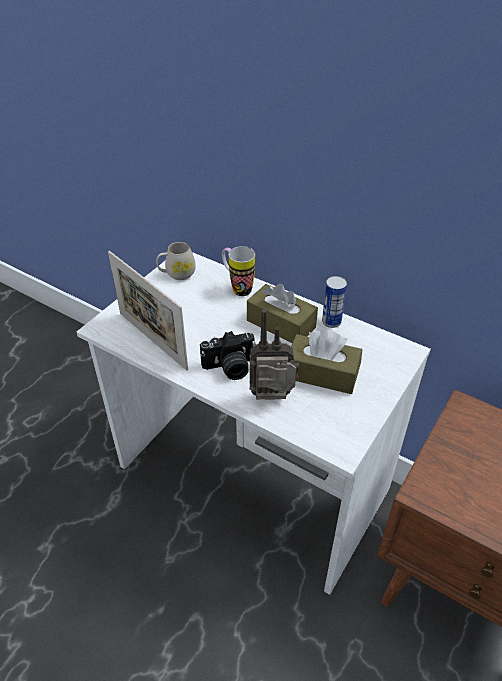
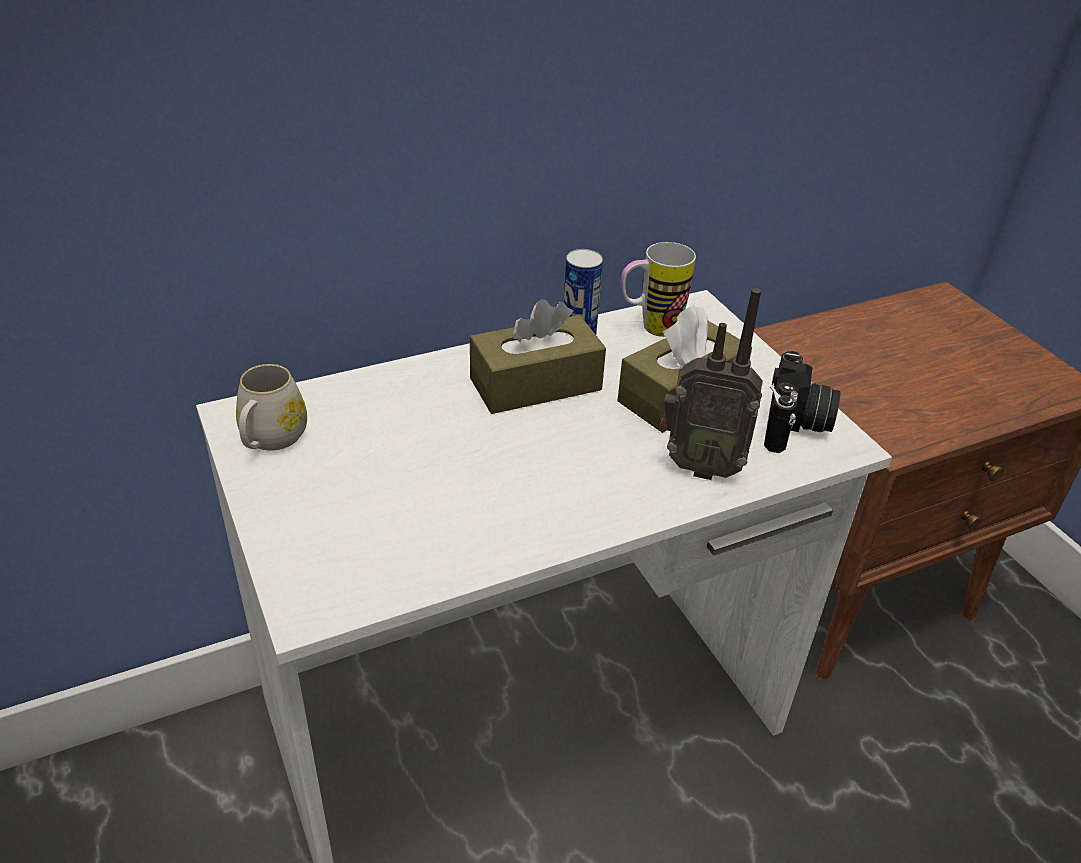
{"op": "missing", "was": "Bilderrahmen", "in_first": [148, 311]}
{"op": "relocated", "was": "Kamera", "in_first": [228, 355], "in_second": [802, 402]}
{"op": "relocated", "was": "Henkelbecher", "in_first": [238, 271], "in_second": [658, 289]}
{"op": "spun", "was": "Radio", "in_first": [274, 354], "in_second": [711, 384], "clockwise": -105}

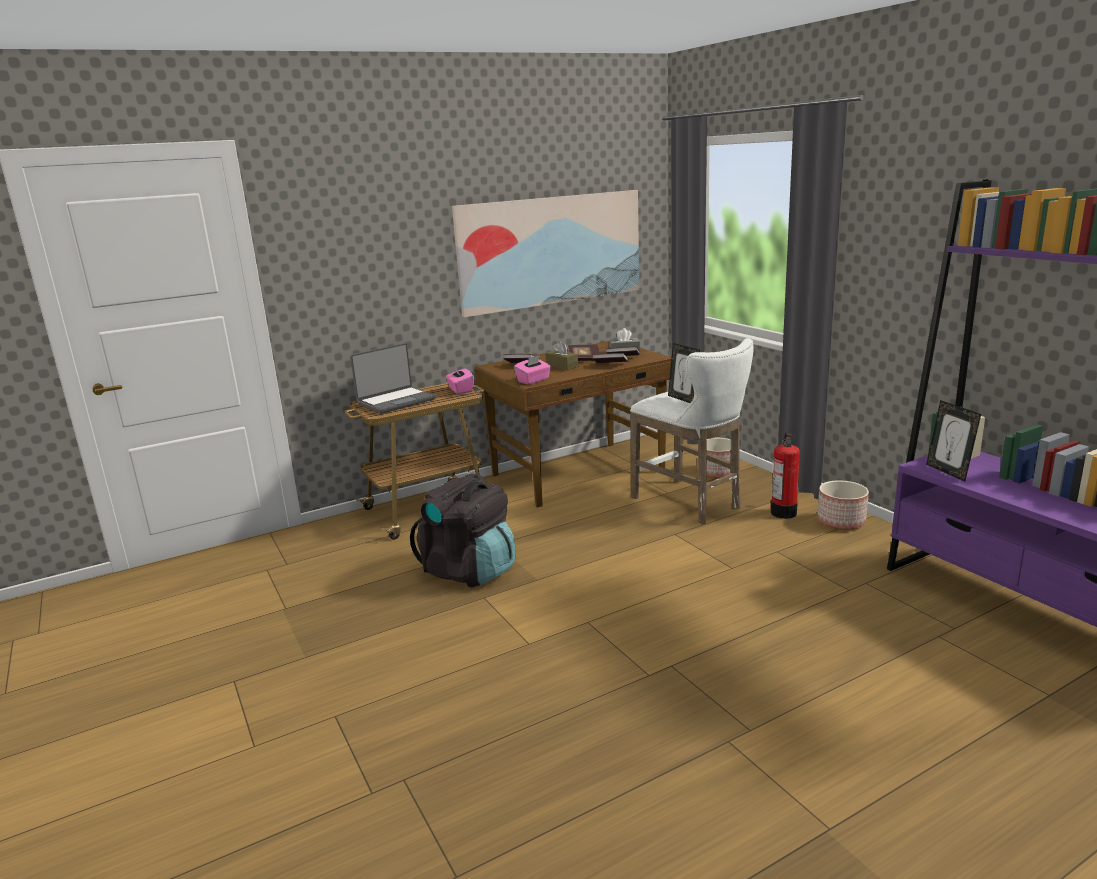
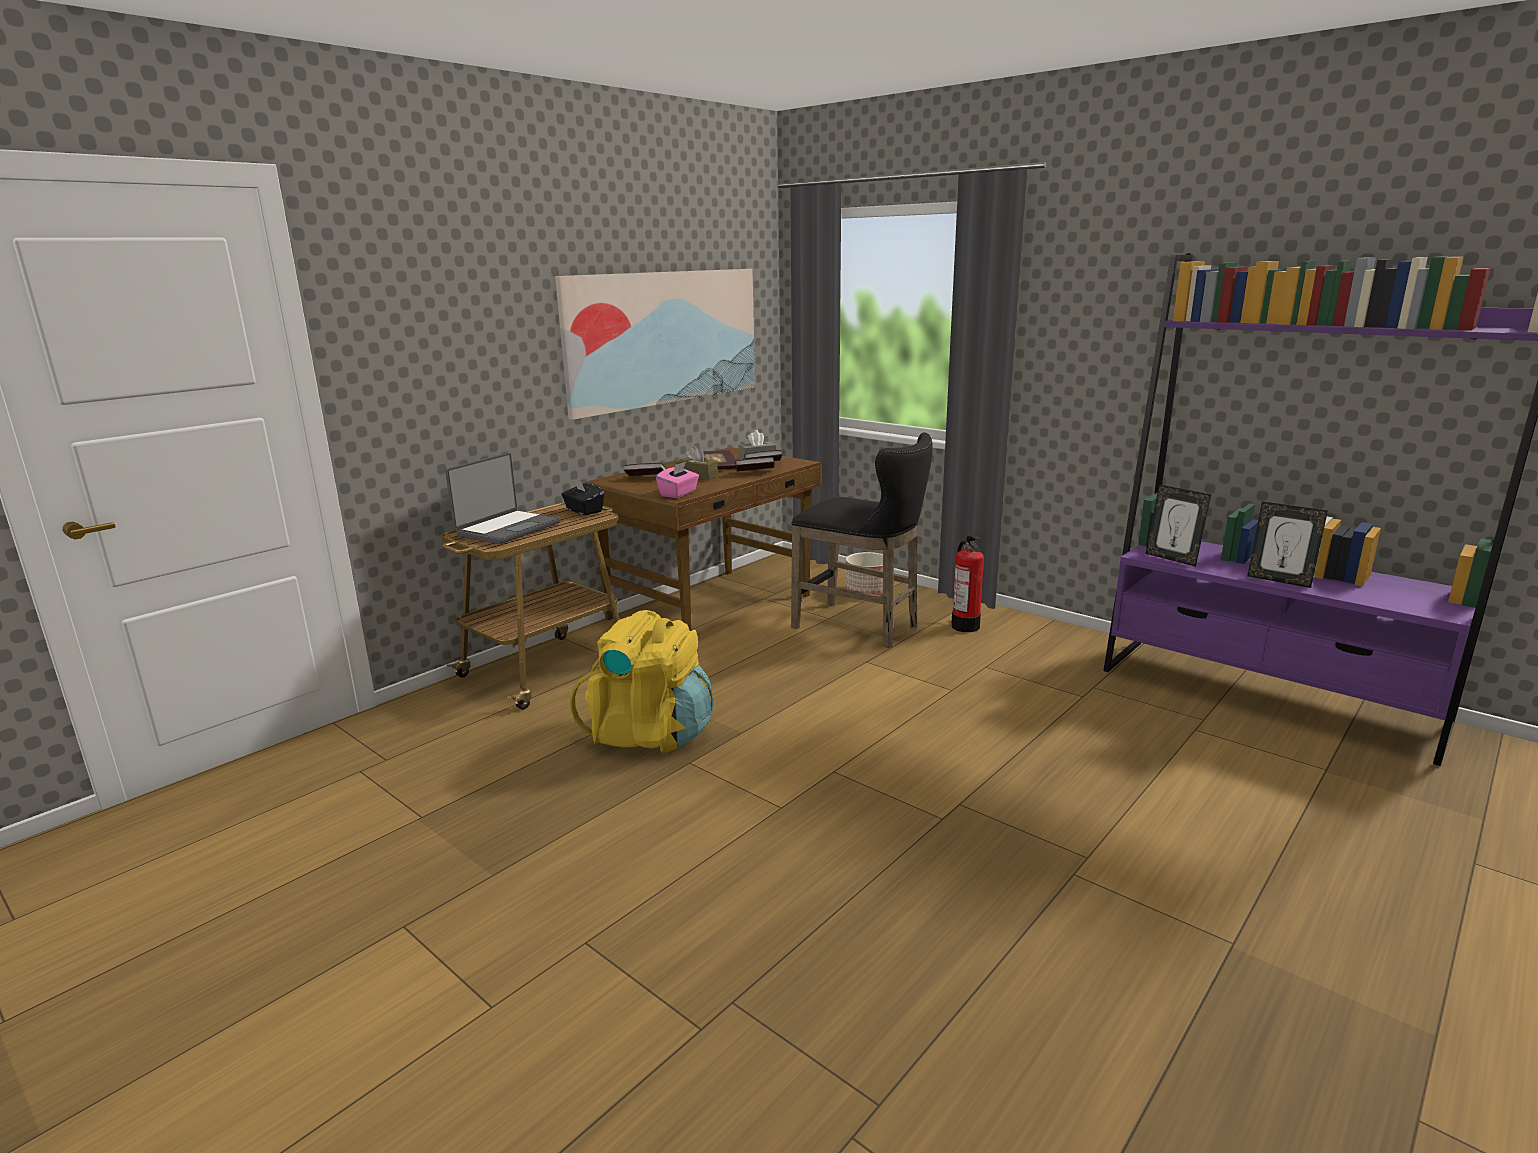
{"op": "colour", "was": "Rucksack/schwarz", "now": "Rucksack/gelb", "in_first": [463, 530], "in_second": [641, 681]}
{"op": "colour", "was": "Taschentuchbox/rosa", "now": "Taschentuchbox/schwarz", "in_first": [460, 380], "in_second": [582, 497]}
{"op": "colour", "was": "Hocker/weiß", "now": "Hocker/schwarz", "in_first": [691, 431], "in_second": [862, 540]}
{"op": "relocated", "was": "Bilderrahmen", "in_first": [684, 373], "in_second": [1287, 544]}
{"op": "missing", "was": "Pflanzkübel", "in_first": [843, 505]}

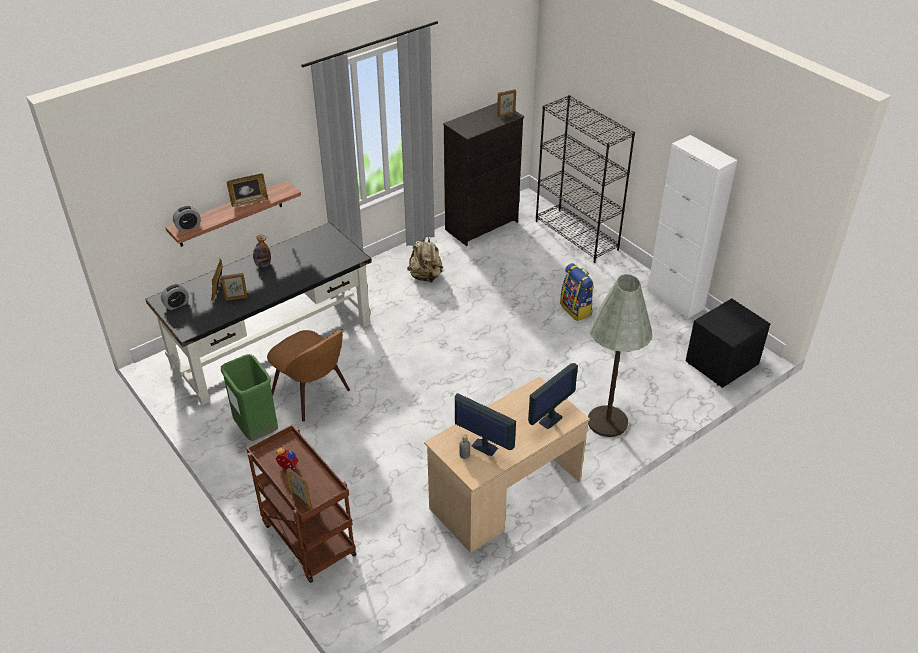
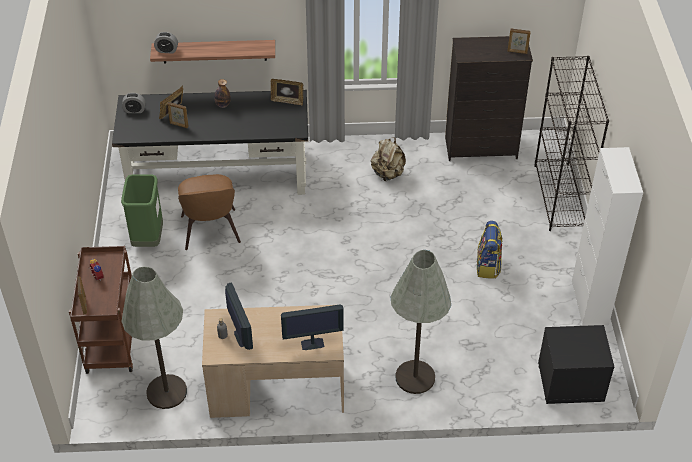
{"op": "relocated", "was": "Bilderrahmen", "in_first": [247, 190], "in_second": [287, 92]}
{"op": "appeared", "now": "Stehlampe/grau", "in_second": [154, 338]}

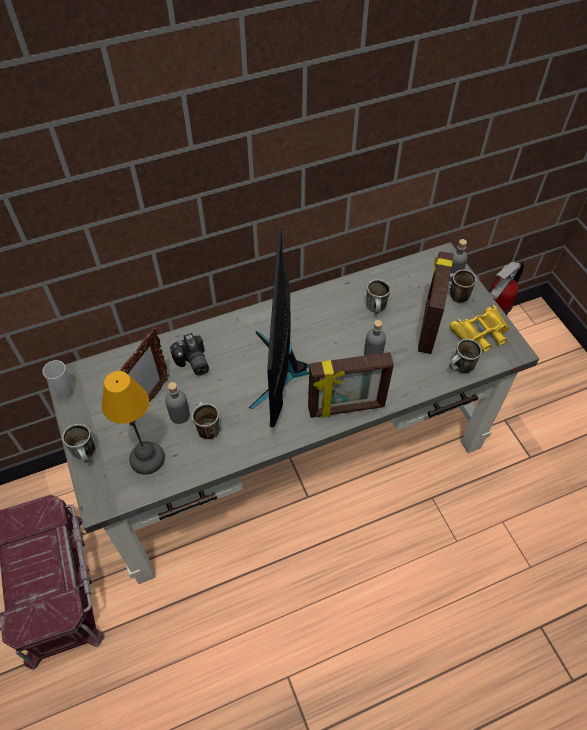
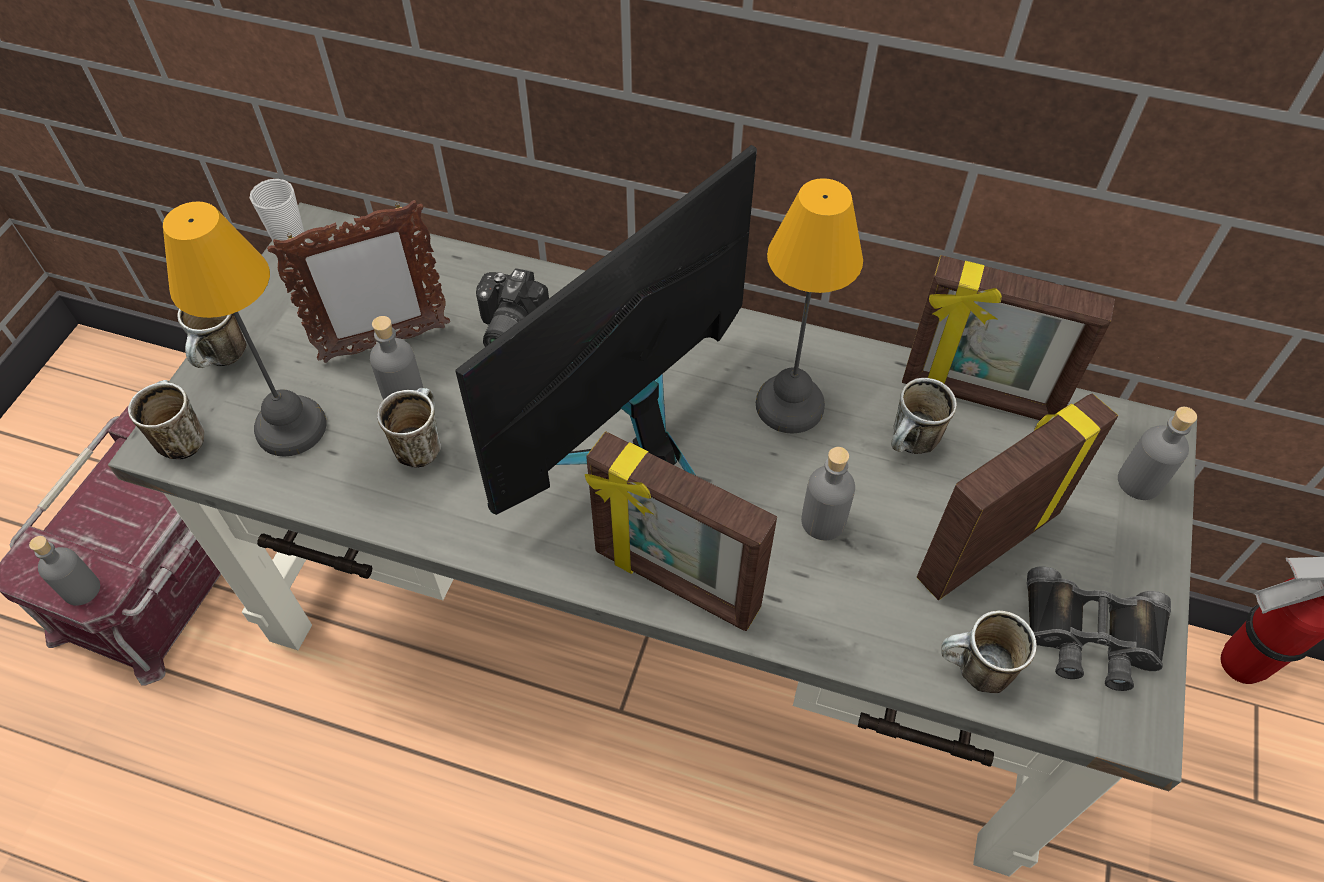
{"op": "relocated", "was": "Henkelbecher", "in_first": [462, 286], "in_second": [166, 420]}
{"op": "colour", "was": "Fernglas/gelb", "now": "Fernglas/schwarz", "in_first": [479, 328], "in_second": [1099, 629]}
{"op": "appeared", "now": "Flasche/grau", "in_second": [64, 571]}
{"op": "appeared", "now": "Tischlampe", "in_second": [809, 306]}
{"op": "appeared", "now": "Bilderrahmen", "in_second": [1008, 337]}

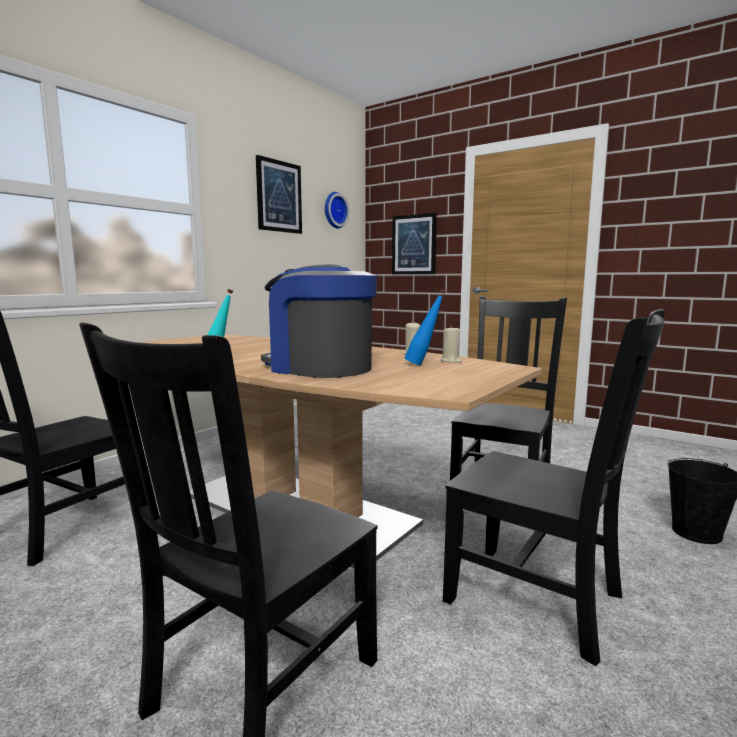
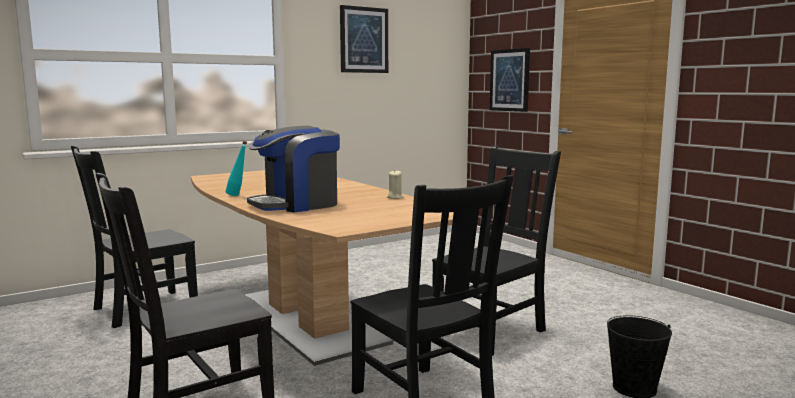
{"op": "spun", "was": "Kaffeemaschine", "in_first": [319, 321], "in_second": [293, 169], "clockwise": -90}
{"op": "missing", "was": "Wanduhr", "in_first": [337, 210]}
{"op": "missing", "was": "Flasche/blau", "in_first": [425, 327]}
{"op": "missing", "was": "Kerze/beige", "in_first": [451, 345]}

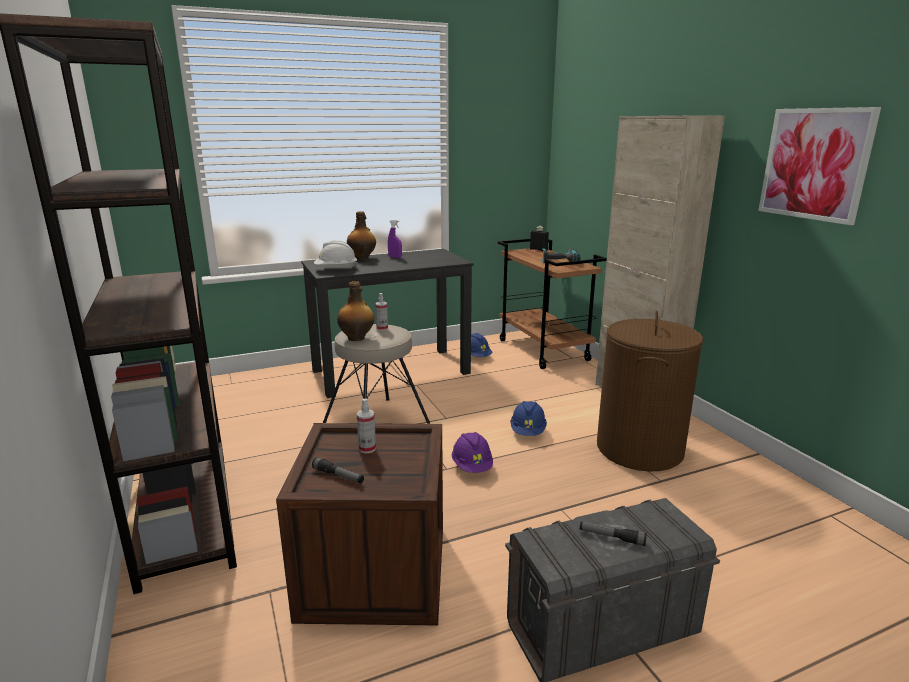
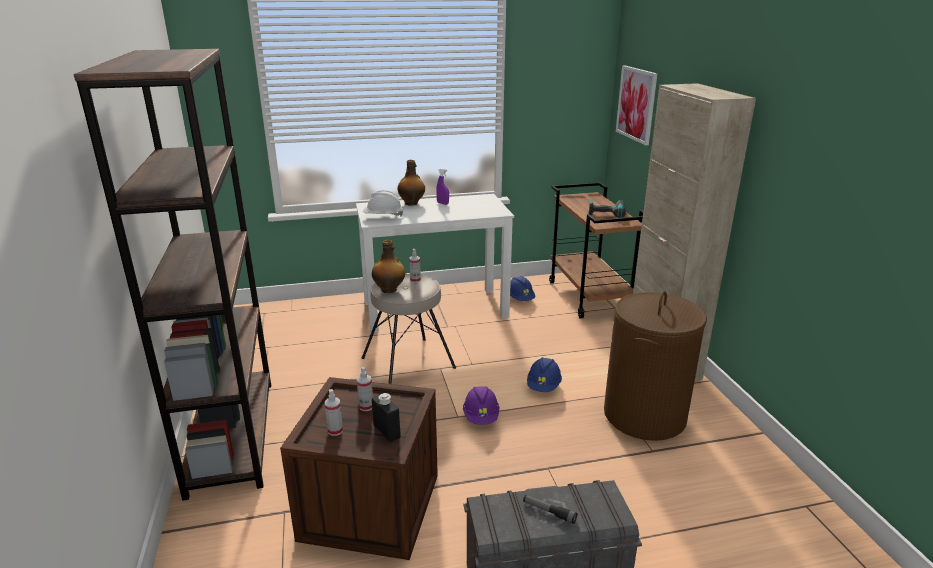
{"op": "colour", "was": "Schreibtisch/schwarz", "now": "Schreibtisch/weiß", "in_first": [387, 323], "in_second": [435, 263]}
{"op": "exchanged", "was": "Taschenlampe", "now": "Sprühflasche", "in_first": [338, 470], "in_second": [334, 412]}
{"op": "relocated", "was": "Flasche/schwarz", "in_first": [539, 238], "in_second": [386, 417]}
{"op": "relocated", "was": "Bild", "in_first": [819, 166], "in_second": [636, 105]}

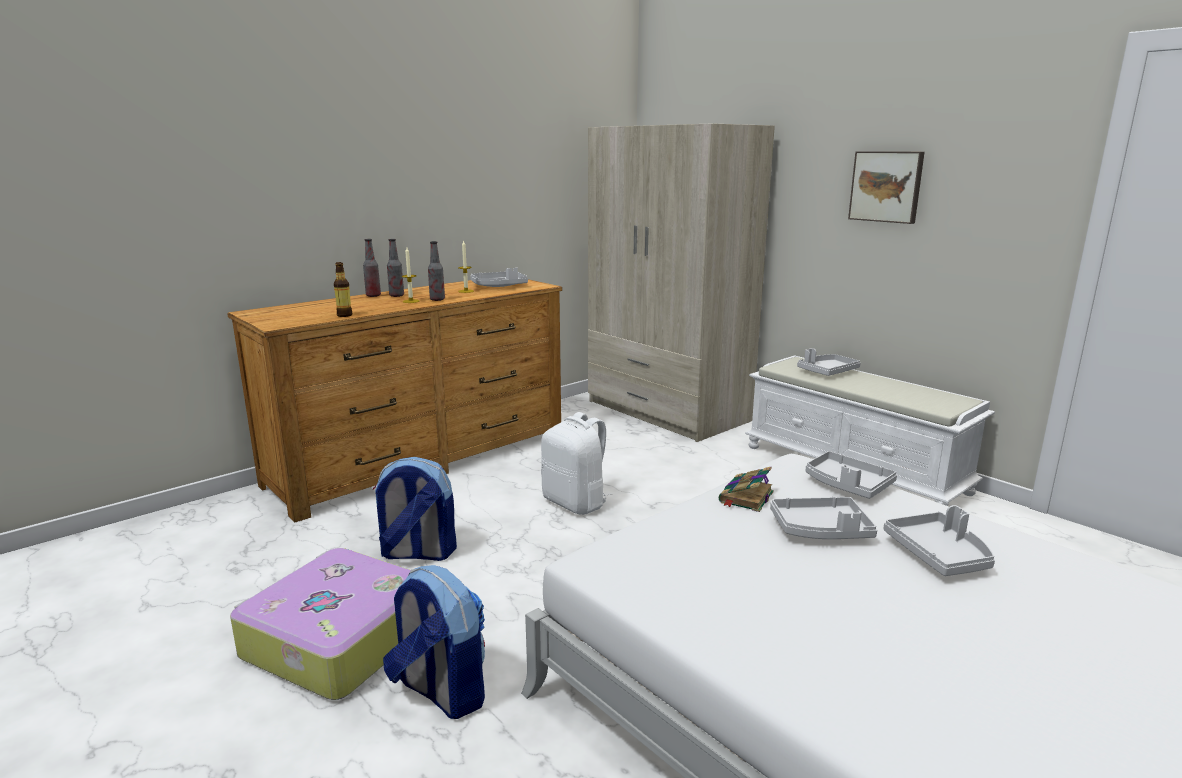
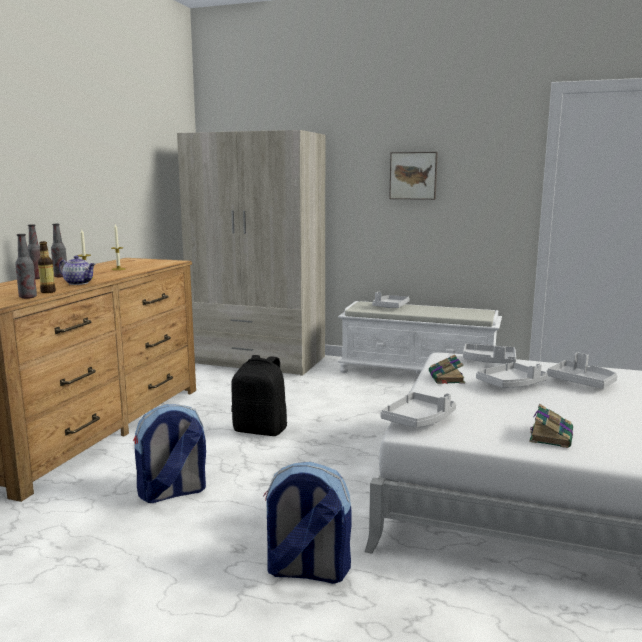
{"op": "missing", "was": "Koffer", "in_first": [320, 624]}
{"op": "relocated", "was": "Flasche", "in_first": [436, 271], "in_second": [26, 266]}
{"op": "relocated", "was": "Tablett/grau", "in_first": [499, 277], "in_second": [418, 410]}
{"op": "colour", "was": "Rucksack/weiß", "now": "Rucksack/schwarz", "in_first": [576, 463], "in_second": [259, 395]}
{"op": "appeared", "now": "Teekanne", "in_second": [77, 270]}
{"op": "appeared", "now": "Buch", "in_second": [551, 426]}

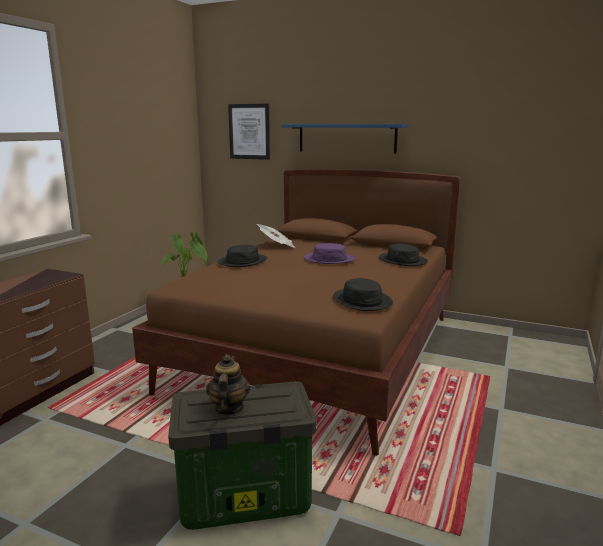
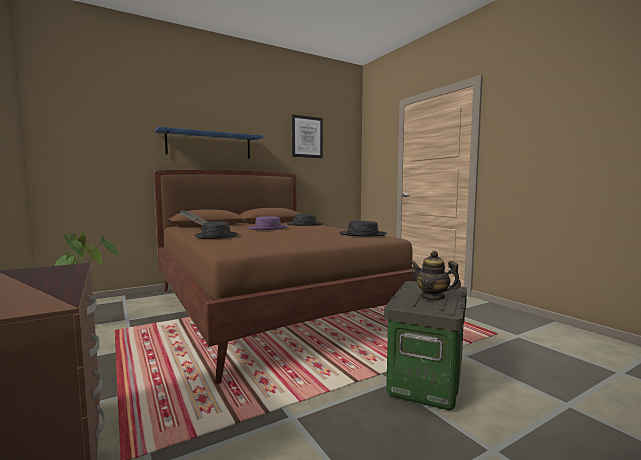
{"op": "relocated", "was": "Bild", "in_first": [249, 132], "in_second": [307, 136]}

